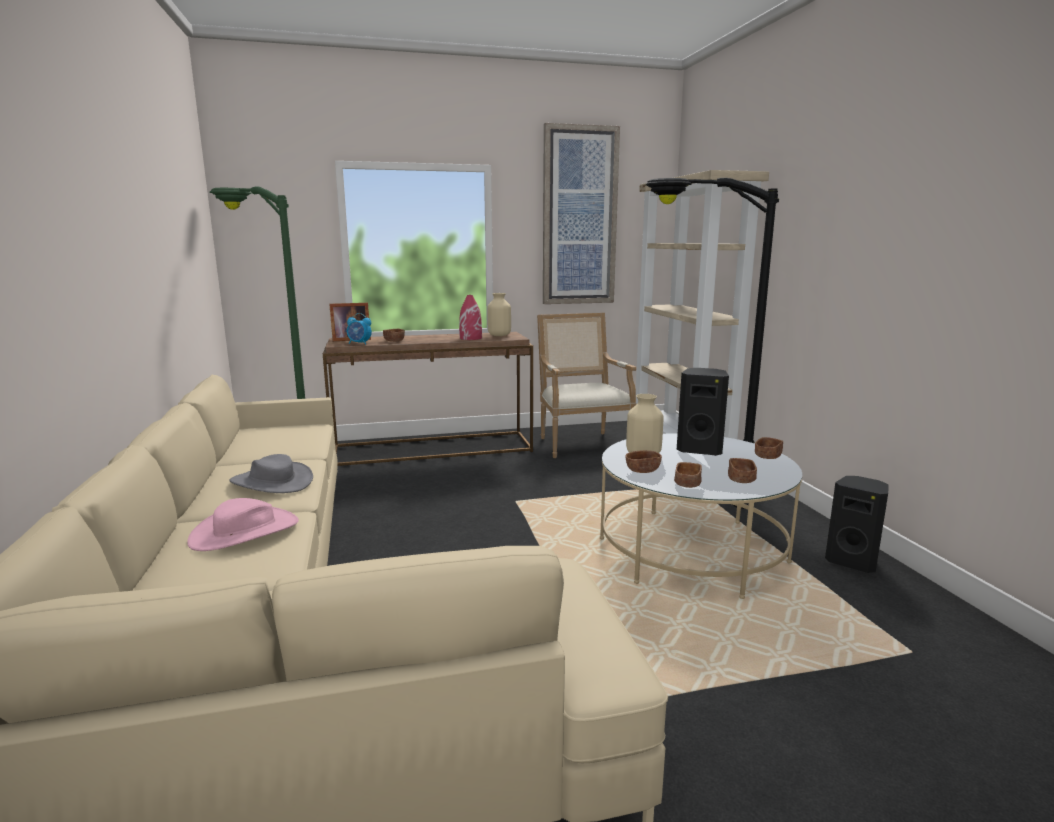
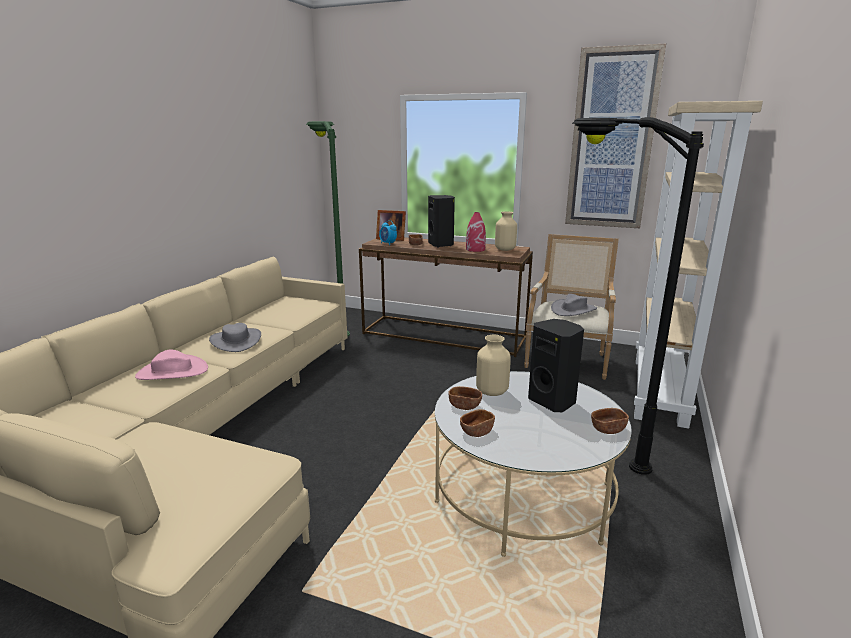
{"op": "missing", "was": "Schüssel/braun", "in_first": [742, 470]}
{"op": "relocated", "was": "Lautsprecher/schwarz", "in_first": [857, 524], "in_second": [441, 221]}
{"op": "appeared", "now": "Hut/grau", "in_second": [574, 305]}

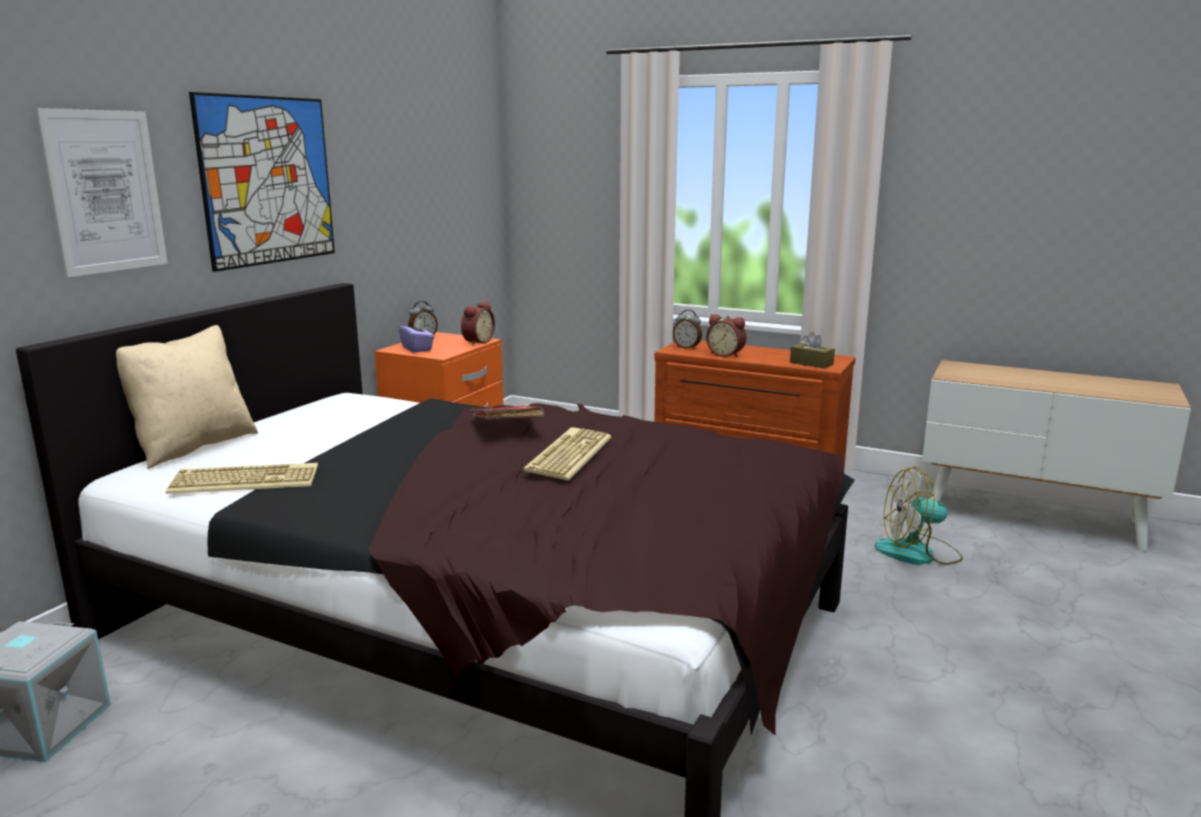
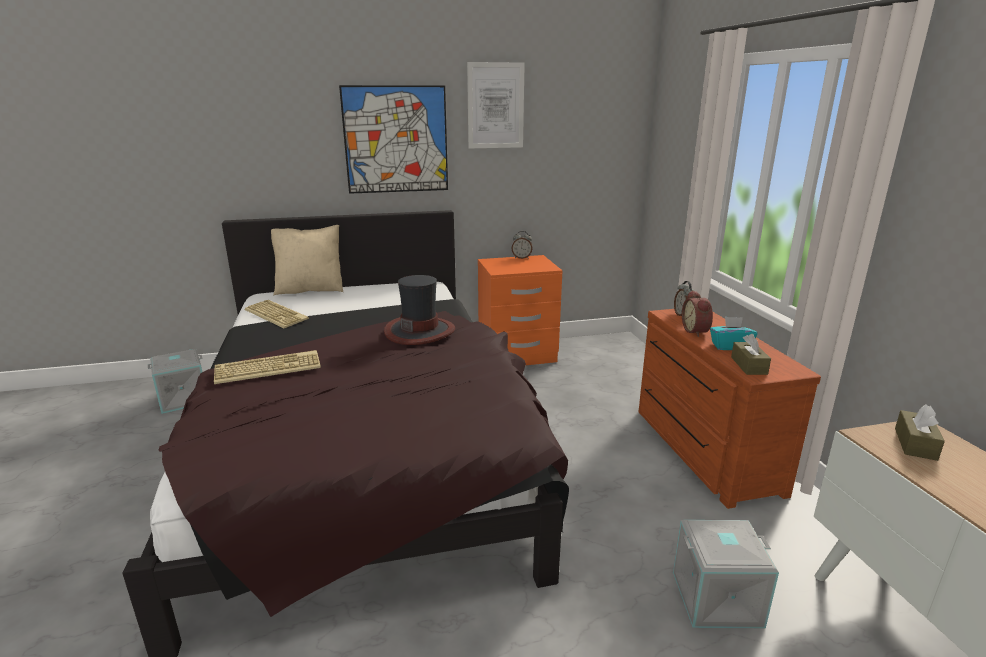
{"op": "relocated", "was": "Bild", "in_first": [101, 192], "in_second": [496, 105]}
{"op": "missing", "was": "Taschentuchbox/lila", "in_first": [416, 335]}
{"op": "missing", "was": "Wecker", "in_first": [478, 323]}
{"op": "exchanged", "was": "Buch/rot", "now": "Hut", "in_first": [507, 413], "in_second": [419, 310]}
{"op": "relocated", "was": "Tastatur", "in_first": [567, 454], "in_second": [267, 367]}
{"op": "exchanged", "was": "Ventilator", "now": "Aufbewahrungsbox/grau", "in_first": [919, 516], "in_second": [726, 574]}
{"op": "appeared", "now": "Taschentuchbox/türkis", "in_second": [733, 333]}
{"op": "appeared", "now": "Taschentuchbox/braun", "in_second": [920, 432]}

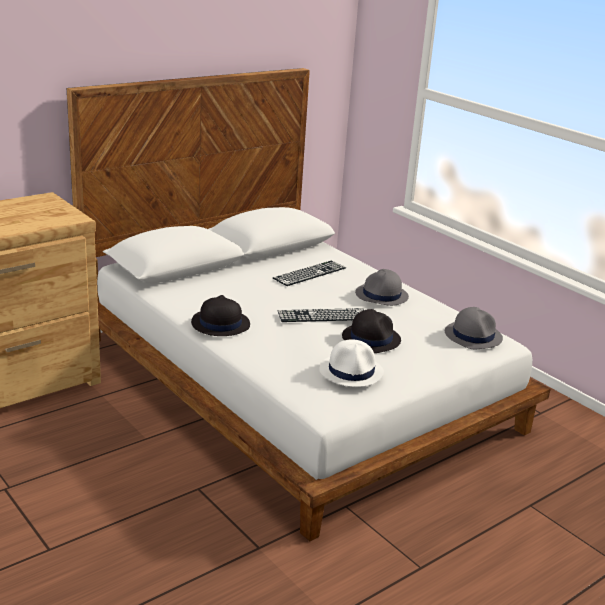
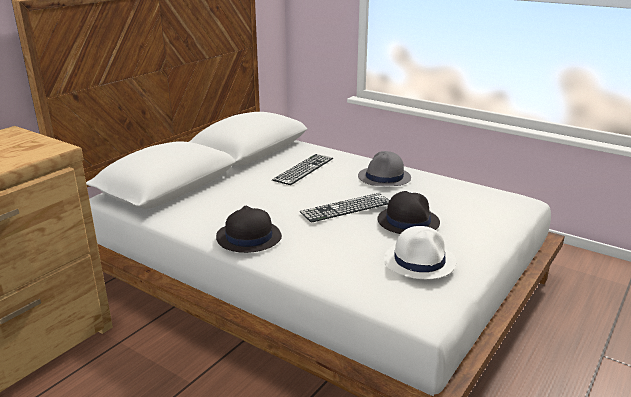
{"op": "missing", "was": "Hut/grau", "in_first": [474, 328]}

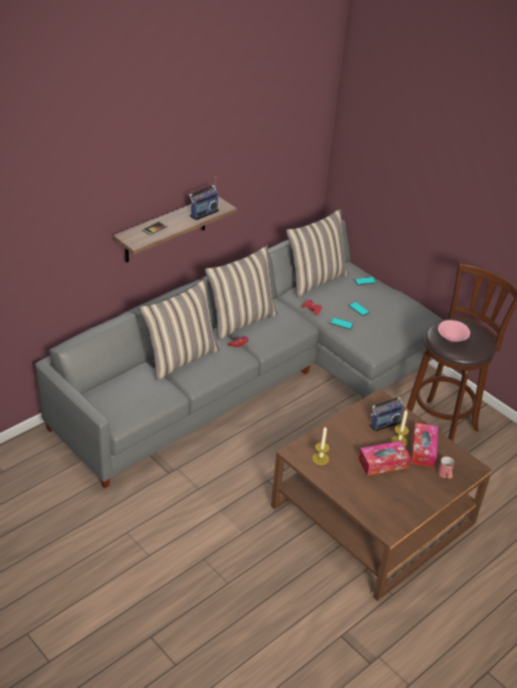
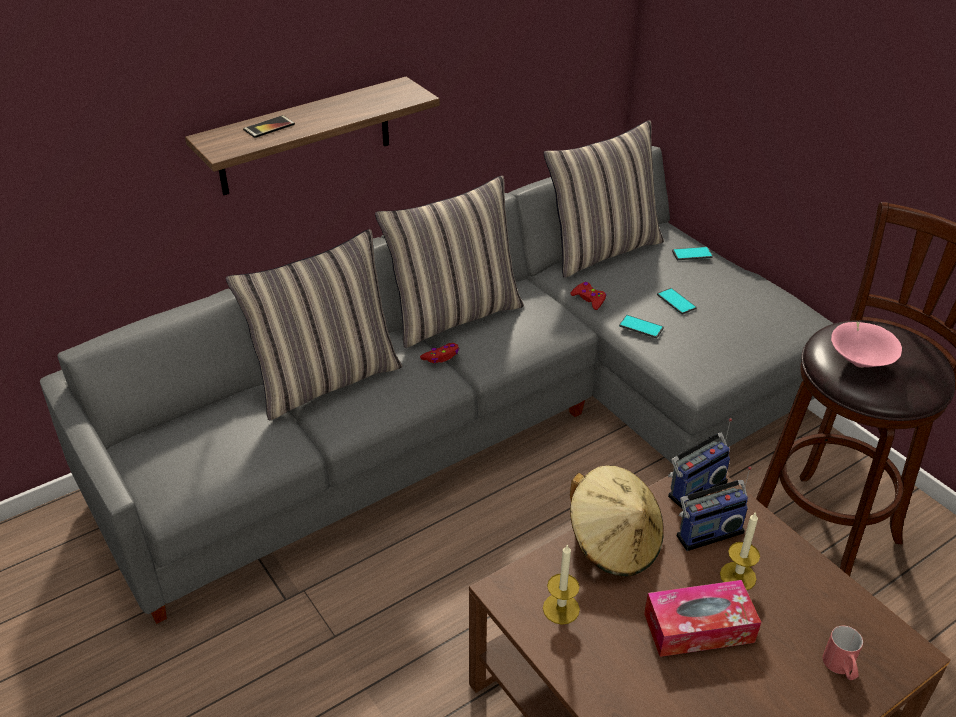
{"op": "relocated", "was": "Radio", "in_first": [204, 198], "in_second": [700, 463]}
{"op": "missing", "was": "Taschentuchbox", "in_first": [424, 445]}
{"op": "appeared", "now": "Hut/beige", "in_second": [617, 520]}

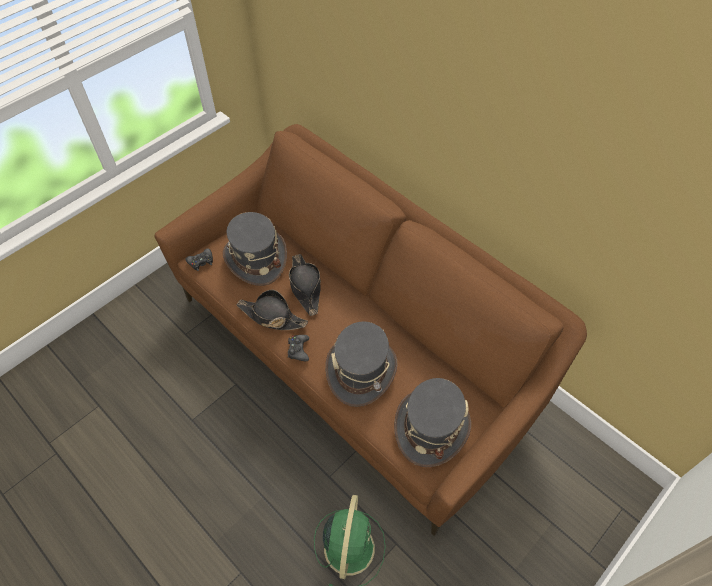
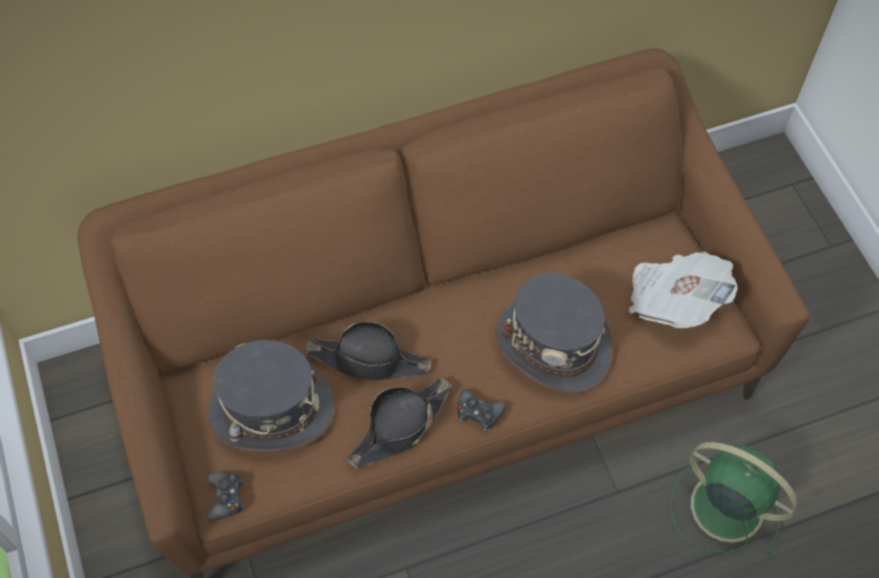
{"op": "exchanged", "was": "Hut/grau", "now": "Zeitung", "in_first": [432, 422], "in_second": [683, 290]}

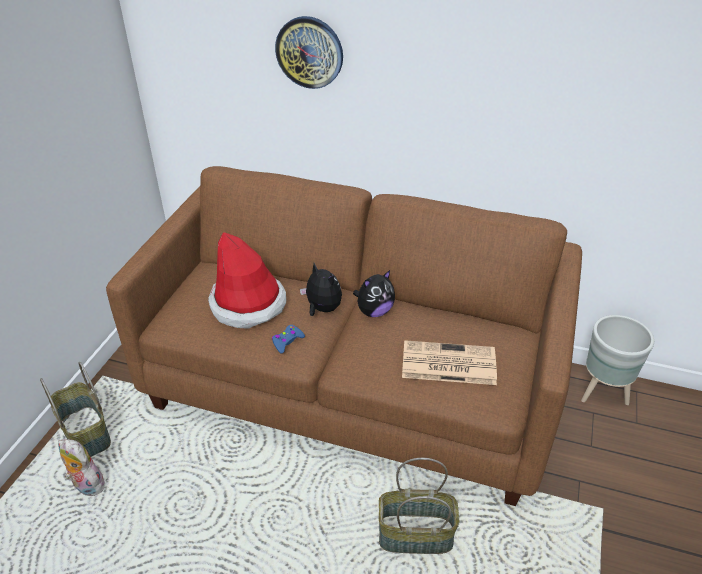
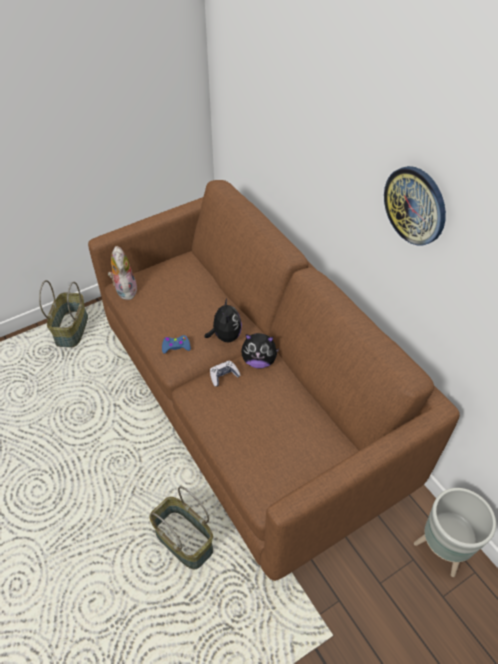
{"op": "relocated", "was": "Plüschtier", "in_first": [81, 467], "in_second": [122, 273]}
{"op": "missing", "was": "Hut", "in_first": [247, 280]}
{"op": "relocated", "was": "Wanduhr", "in_first": [309, 52], "in_second": [415, 205]}
{"op": "missing", "was": "Zeitung", "in_first": [449, 362]}
{"op": "appeared", "now": "Gamepad", "in_second": [225, 373]}

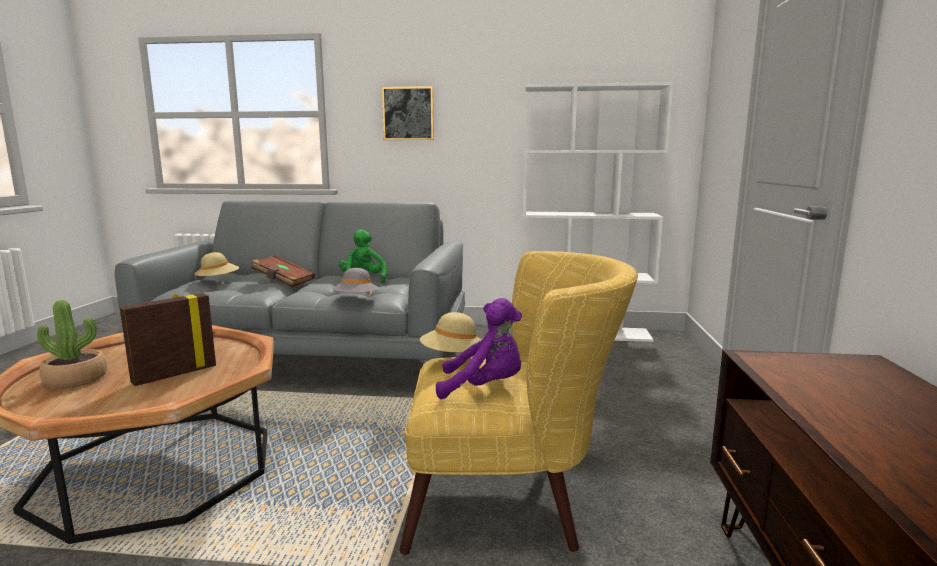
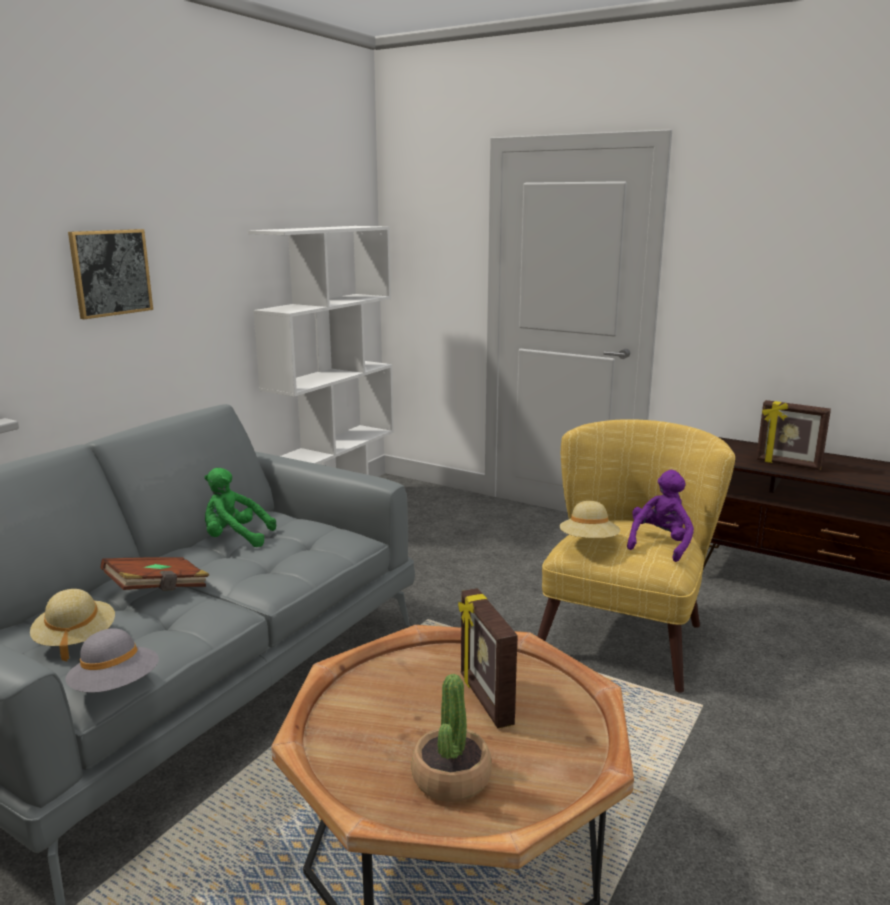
{"op": "relocated", "was": "Hut/grau", "in_first": [355, 281], "in_second": [112, 660]}
{"op": "appeared", "now": "Bilderrahmen", "in_second": [793, 435]}

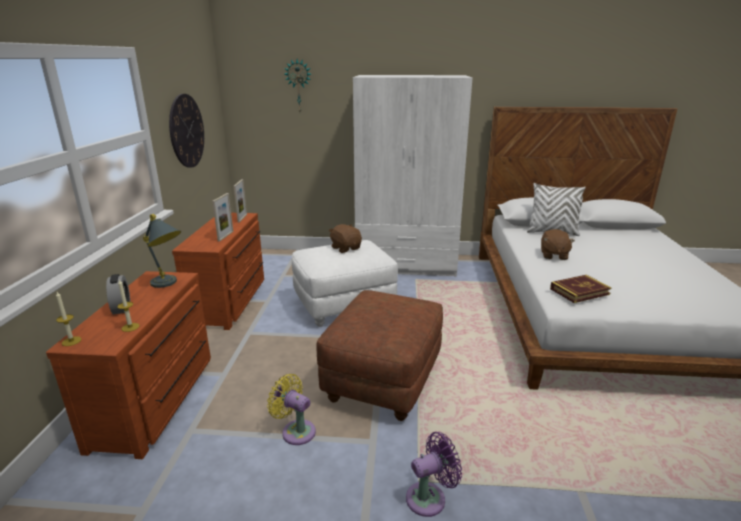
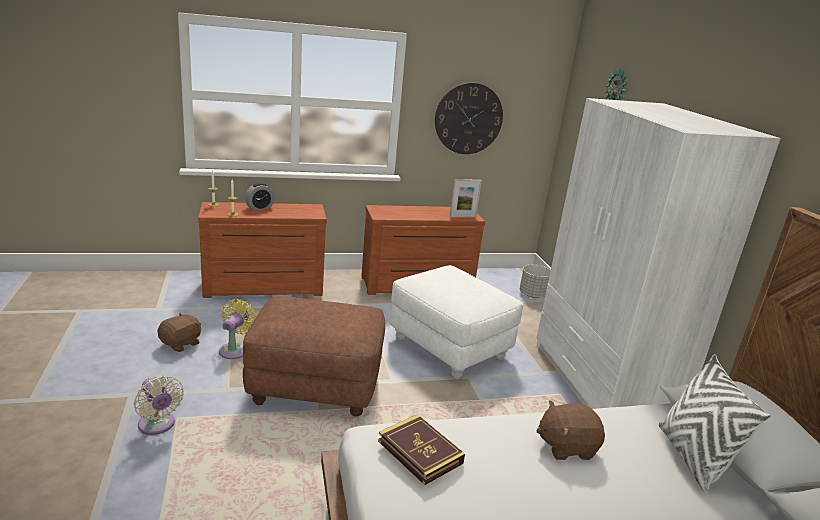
{"op": "missing", "was": "Tischlampe/grau", "in_first": [162, 251]}
{"op": "missing", "was": "Bilderrahmen", "in_first": [222, 217]}
{"op": "relocated", "was": "Plüschtier/braun", "in_first": [345, 238], "in_second": [179, 332]}
{"op": "colour", "was": "Ventilator/lila", "now": "Ventilator/beige", "in_first": [434, 474], "in_second": [159, 405]}
{"op": "appeared", "now": "Pflanzkübel/grau", "in_second": [535, 281]}

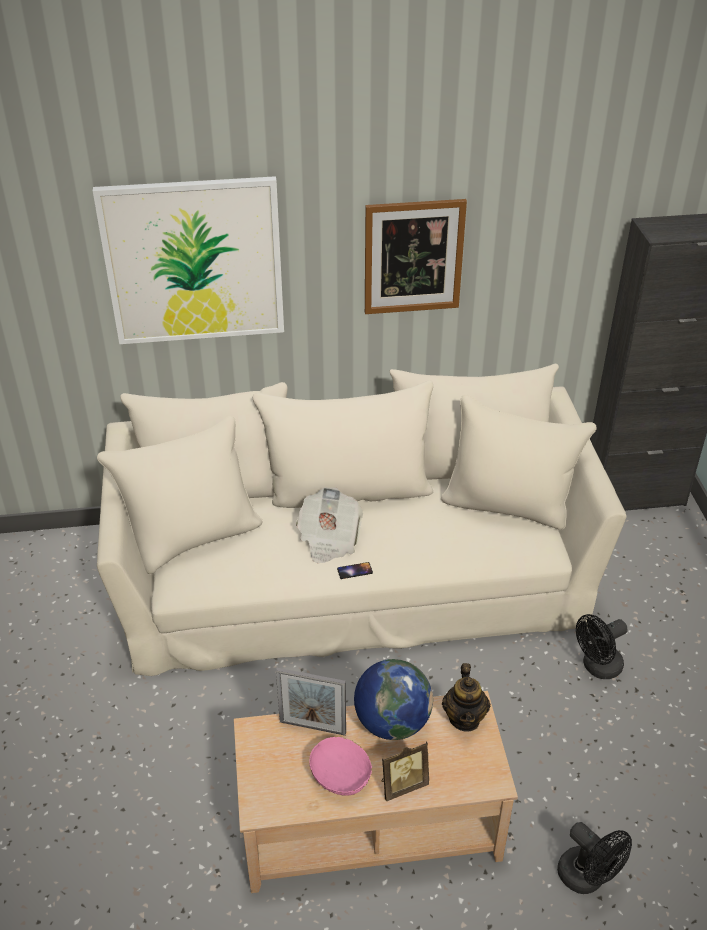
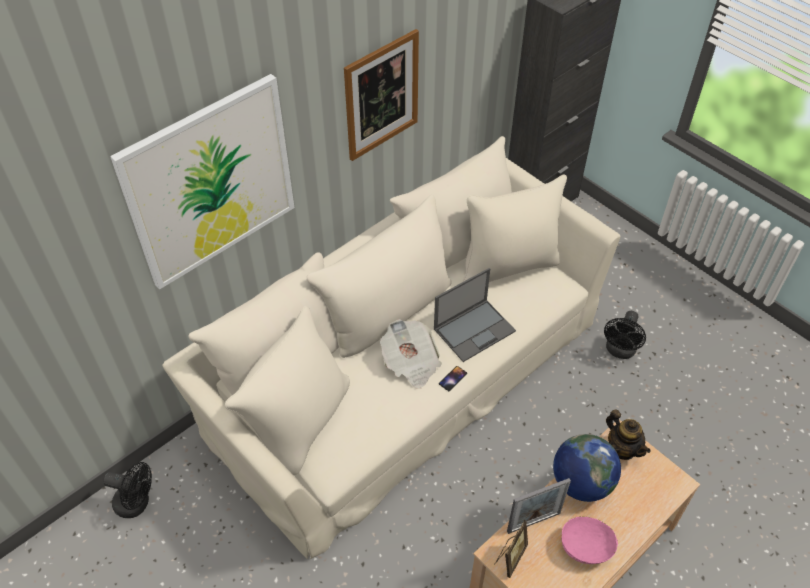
{"op": "relocated", "was": "Bilderrahmen", "in_first": [405, 771], "in_second": [511, 549]}
{"op": "relocated", "was": "Ventilator/schwarz", "in_first": [594, 858], "in_second": [127, 490]}
{"op": "appeared", "now": "Laptop", "in_second": [475, 315]}

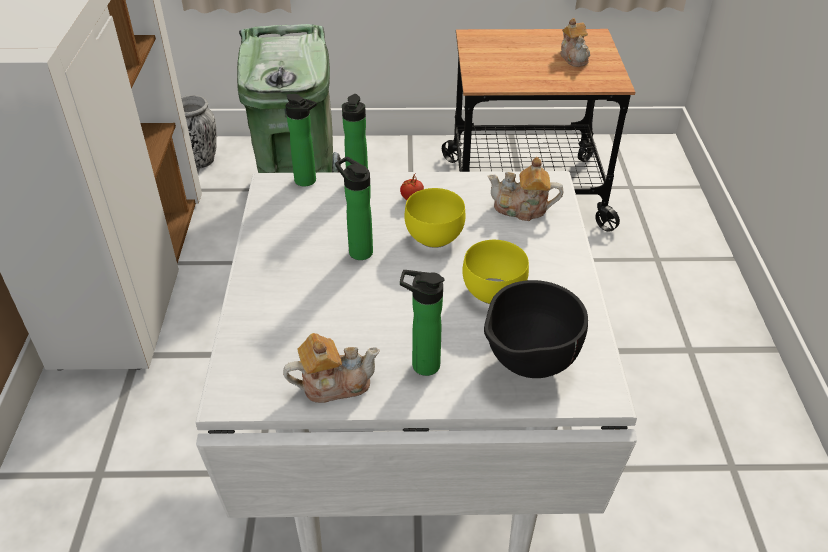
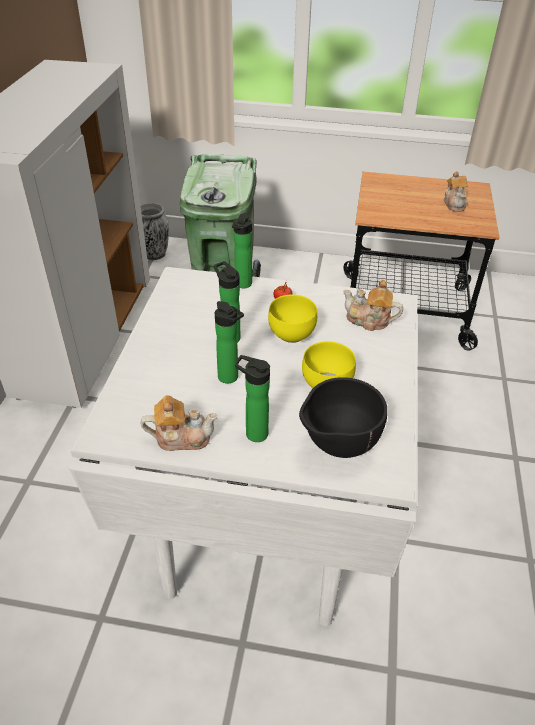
{"op": "relocated", "was": "Flasche", "in_first": [301, 140], "in_second": [229, 342]}

